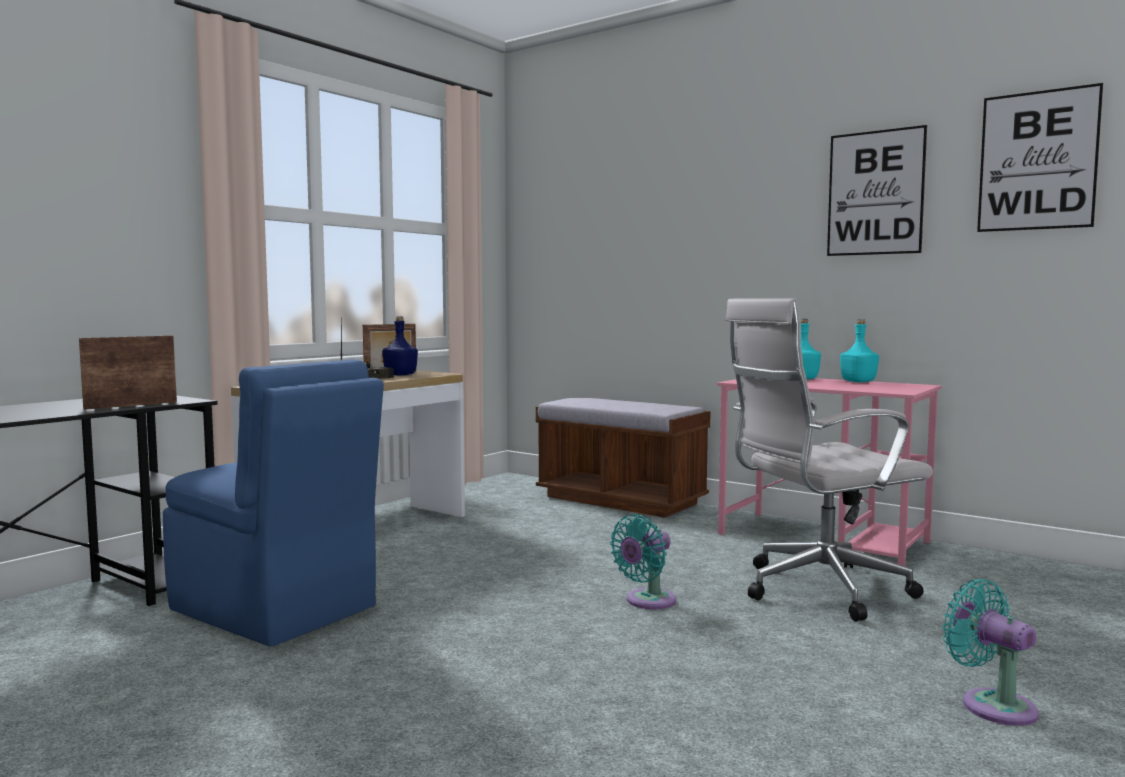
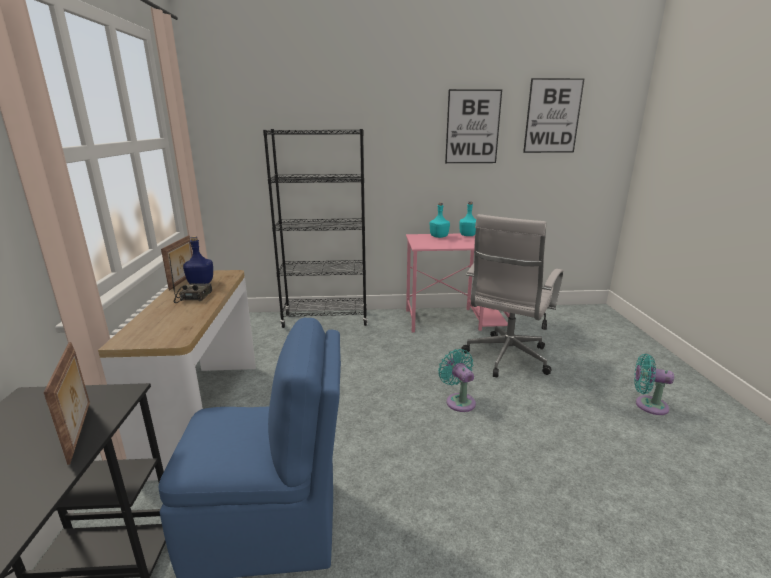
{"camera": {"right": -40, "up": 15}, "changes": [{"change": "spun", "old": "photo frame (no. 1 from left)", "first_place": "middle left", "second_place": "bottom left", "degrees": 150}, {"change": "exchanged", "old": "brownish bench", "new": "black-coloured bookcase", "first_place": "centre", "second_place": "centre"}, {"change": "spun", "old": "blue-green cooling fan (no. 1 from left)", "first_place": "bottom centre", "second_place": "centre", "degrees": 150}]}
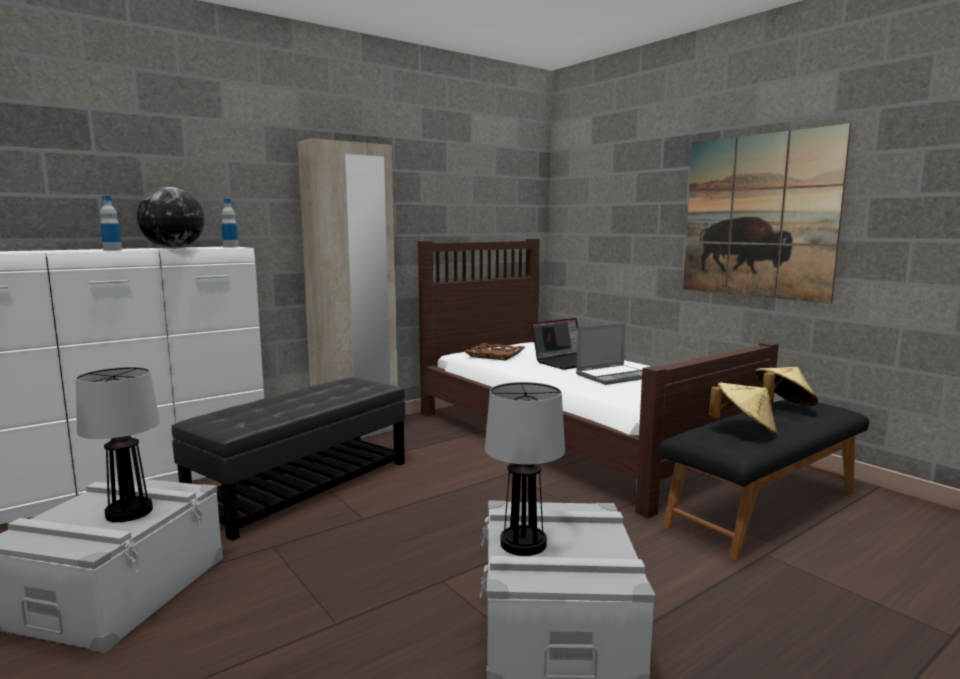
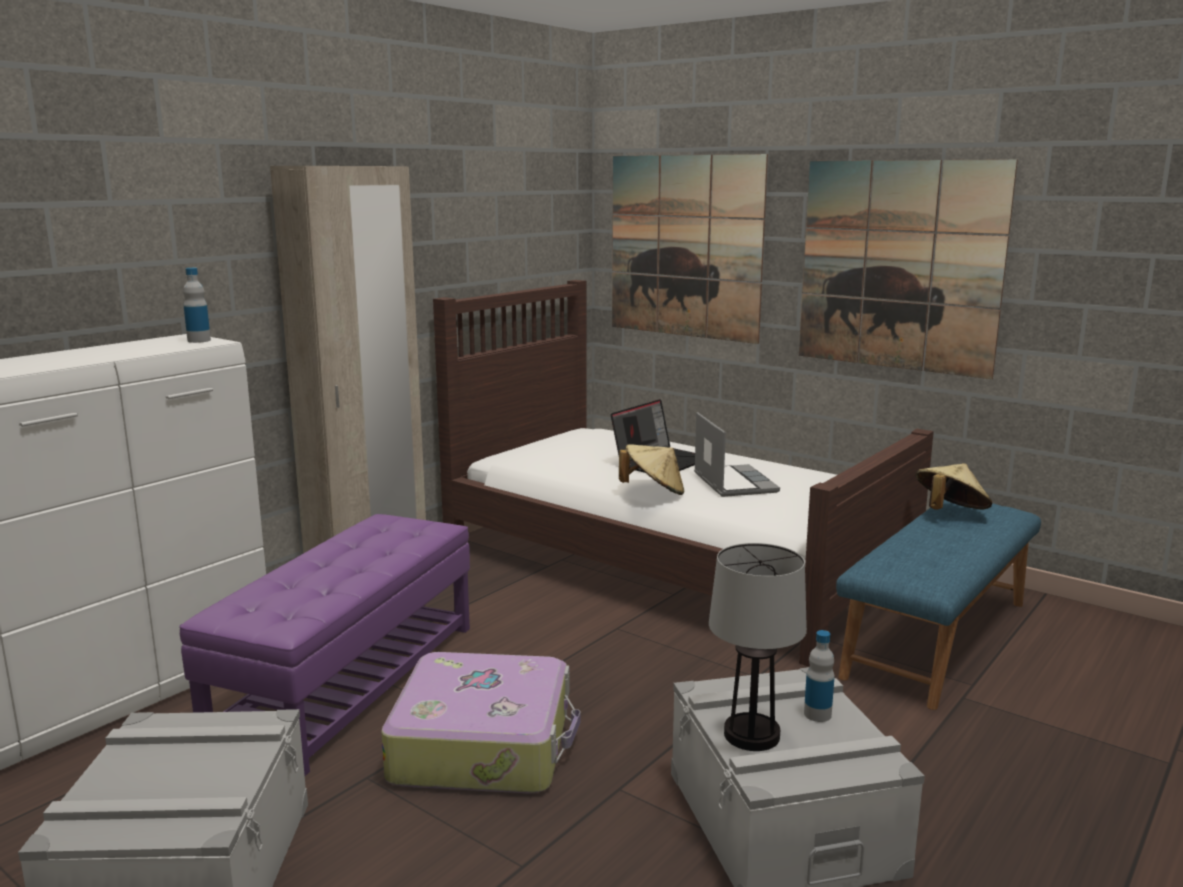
{"camera": {"right": -15, "up": 5}, "changes": [{"change": "missing", "old": "world globe", "first_place": "top left"}, {"change": "relocated", "old": "bottle (no. 1 from left in the first image)", "new": "bottle (no. 2 from left)", "first_place": "top left", "second_place": "bottom right"}, {"change": "spun", "old": "laptop (no. 2 from left)", "first_place": "centre", "second_place": "centre", "degrees": -60}, {"change": "missing", "old": "brownish serving tray", "first_place": "centre"}, {"change": "missing", "old": "tabletop lamp (no. 1 from left)", "first_place": "middle left"}, {"change": "colour", "old": "black-coloured footrest", "new": "purple-coloured footrest", "first_place": "bottom left", "second_place": "bottom left"}, {"change": "relocated", "old": "beige-coloured hat (no. 1 from left)", "first_place": "middle right", "second_place": "centre"}, {"change": "colour", "old": "black-coloured bench", "new": "blue-coloured bench", "first_place": "bottom right", "second_place": "bottom right"}, {"change": "appeared", "new": "wall picture (no. 1 from left)", "second_place": "top centre"}, {"change": "appeared", "new": "suitcase", "second_place": "bottom centre"}]}
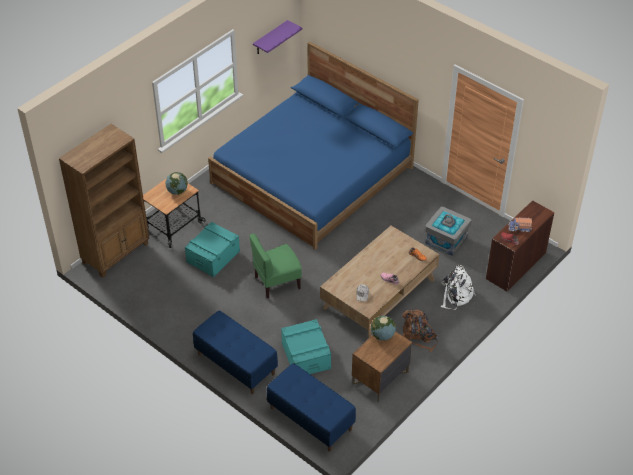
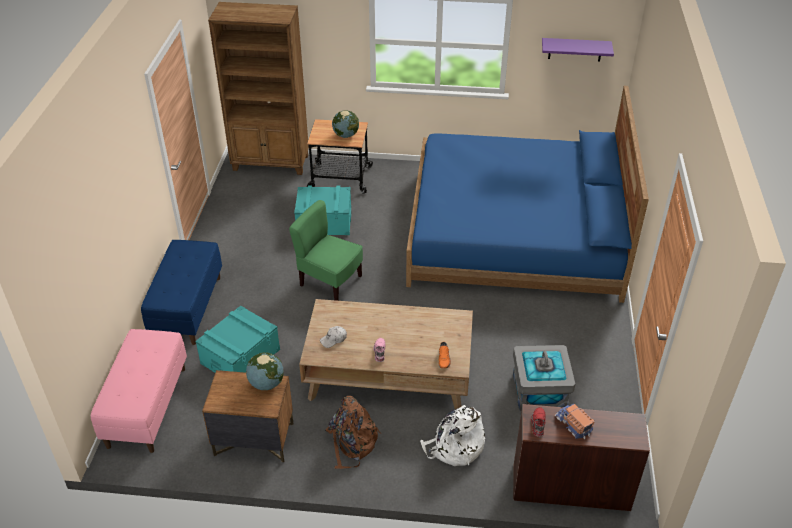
{"camera": {"right": 55, "up": -5}, "changes": [{"change": "colour", "old": "blue-coloured bench (no. 2 from left)", "new": "pinkish bench", "first_place": "bottom centre", "second_place": "bottom left"}]}
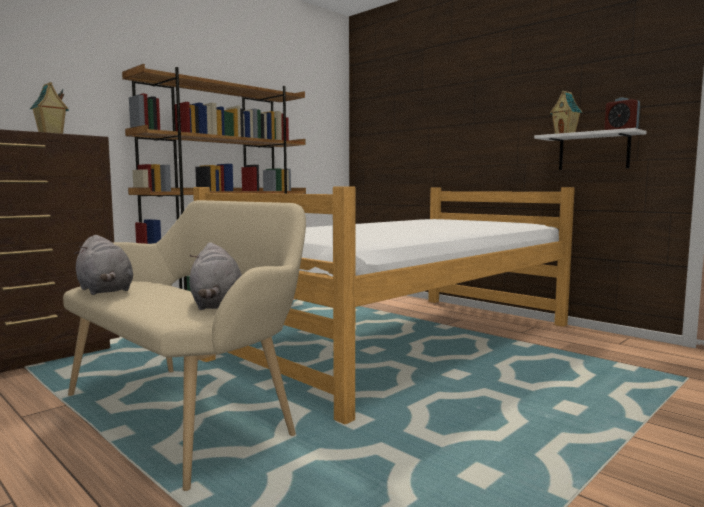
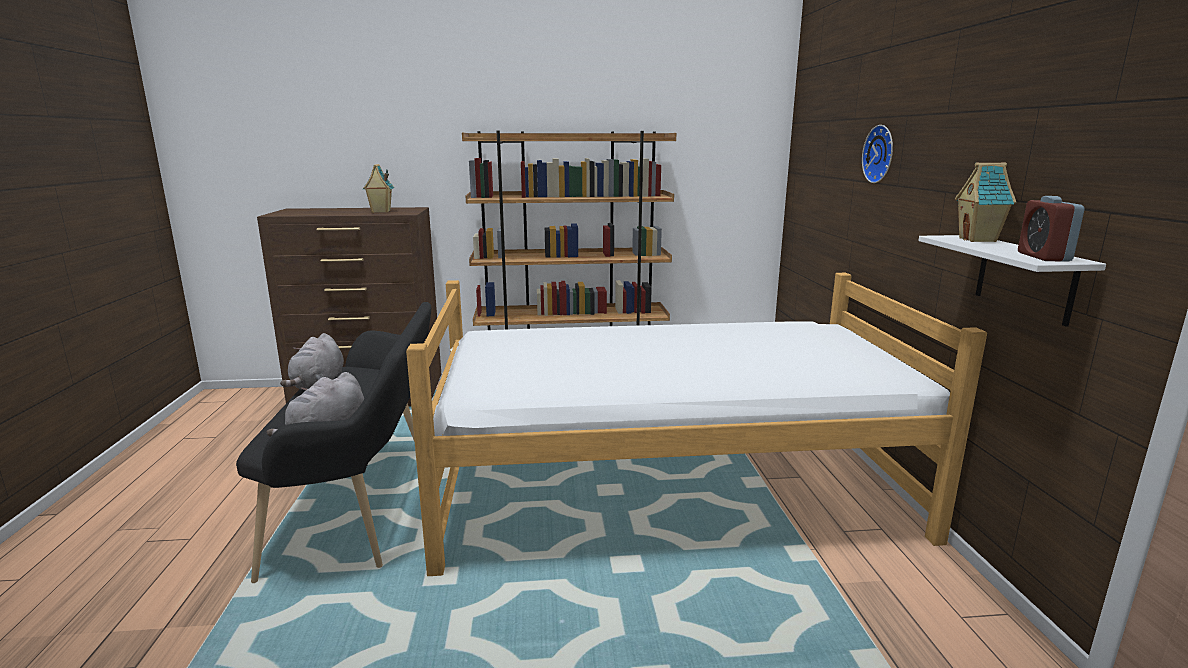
{"camera": {"right": 40, "up": 10}, "changes": [{"change": "colour", "old": "beige-coloured bench", "new": "black-coloured bench", "first_place": "bottom left", "second_place": "middle left"}, {"change": "appeared", "new": "clock on the wall", "second_place": "top right"}]}
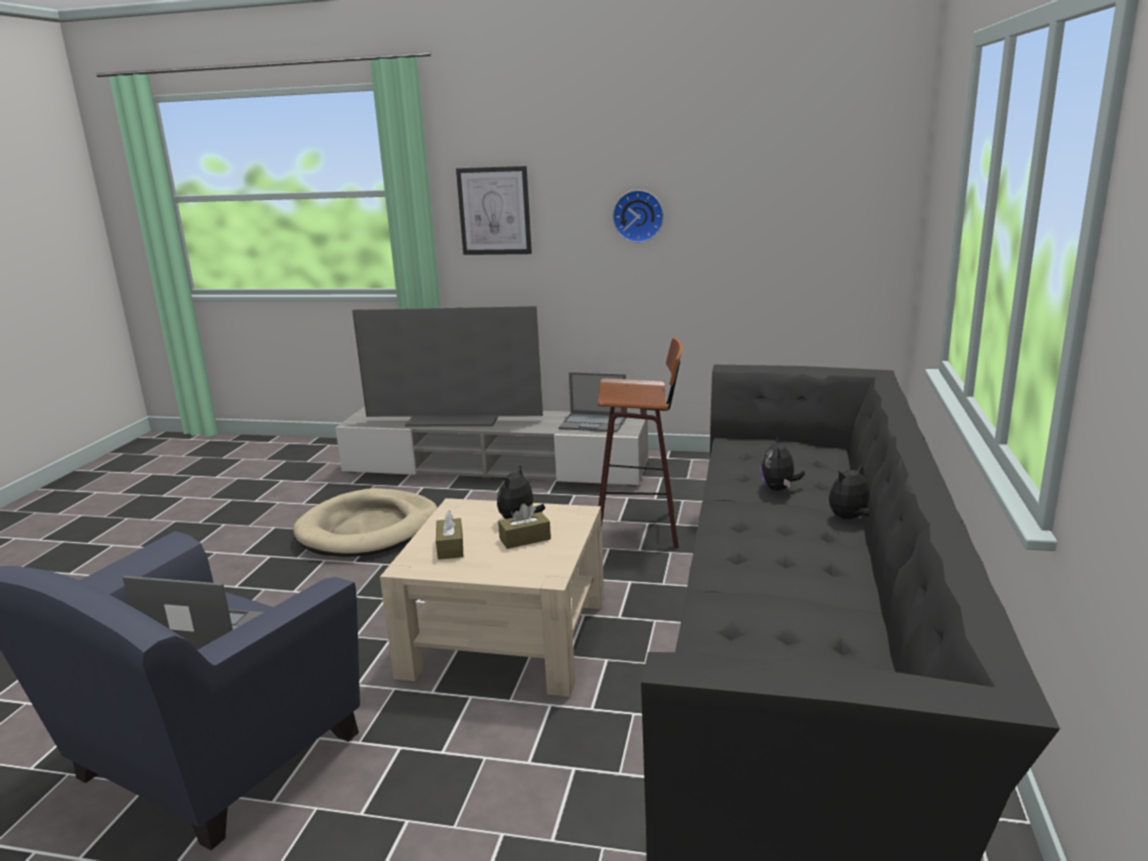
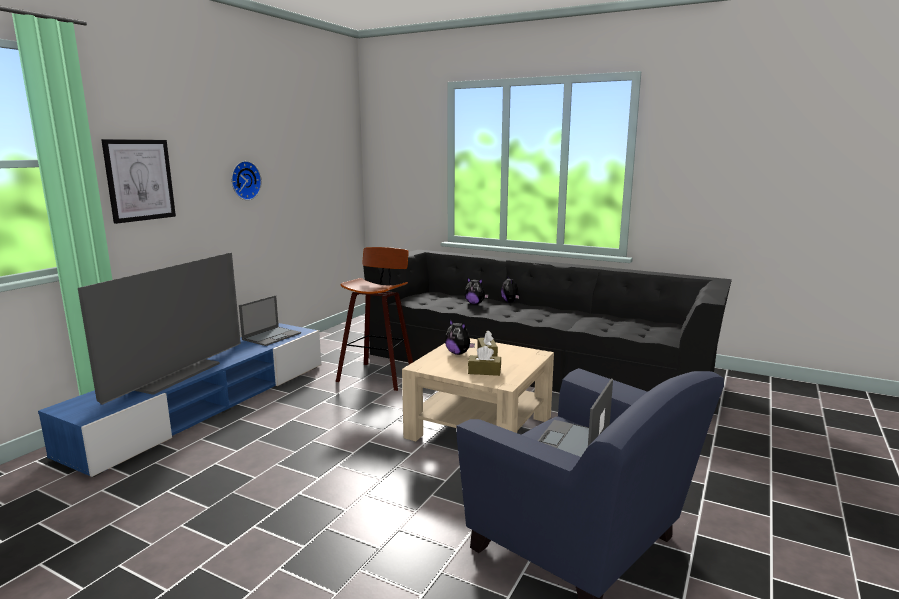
{"camera": {"right": -75, "up": -5}, "changes": [{"change": "colour", "old": "gray media console", "new": "blue-coloured media console", "first_place": "centre", "second_place": "bottom left"}, {"change": "missing", "old": "beige-coloured pet bed", "first_place": "middle left"}]}
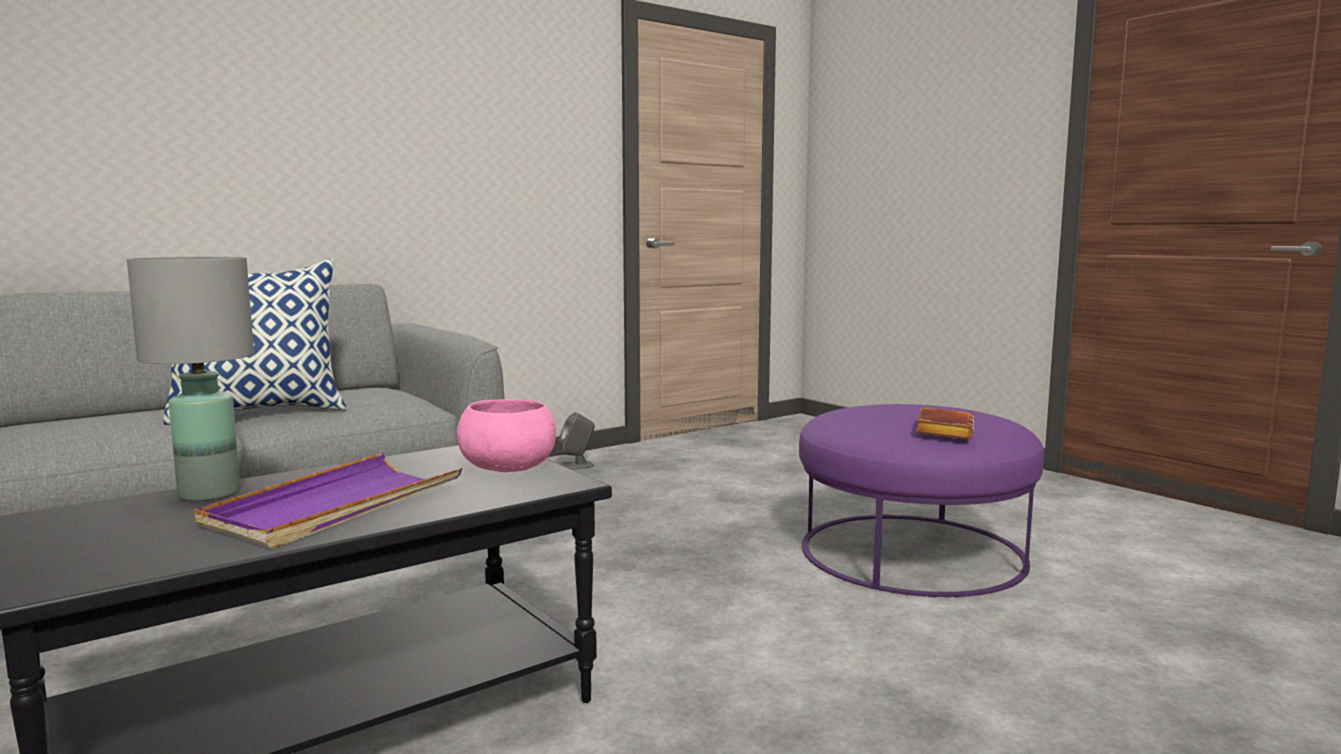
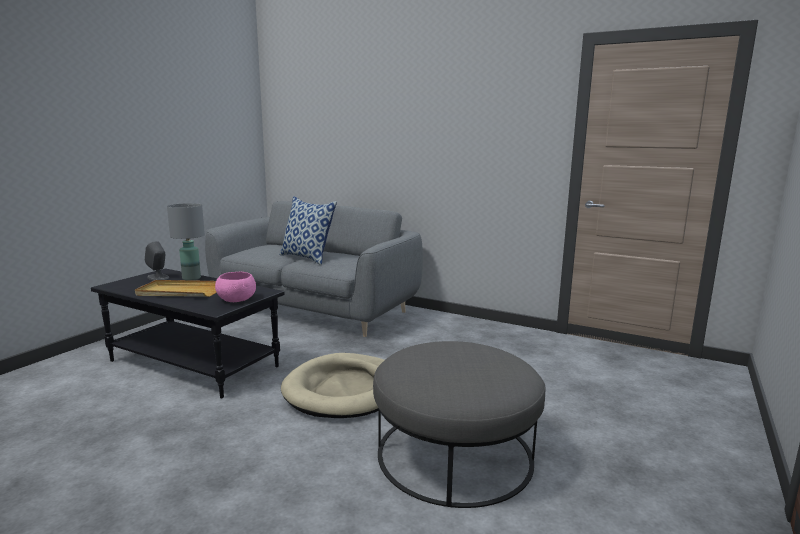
{"camera": {"right": 65, "up": 5}, "changes": [{"change": "colour", "old": "purple-coloured footrest", "new": "gray footrest", "first_place": "middle right", "second_place": "bottom centre"}, {"change": "missing", "old": "brownish volume", "first_place": "middle right"}, {"change": "relocated", "old": "gray speaker", "first_place": "centre", "second_place": "middle left"}, {"change": "colour", "old": "purple-coloured serving tray", "new": "beige-coloured serving tray", "first_place": "middle left", "second_place": "middle left"}, {"change": "appeared", "new": "beige-coloured pet bed", "second_place": "bottom centre"}]}
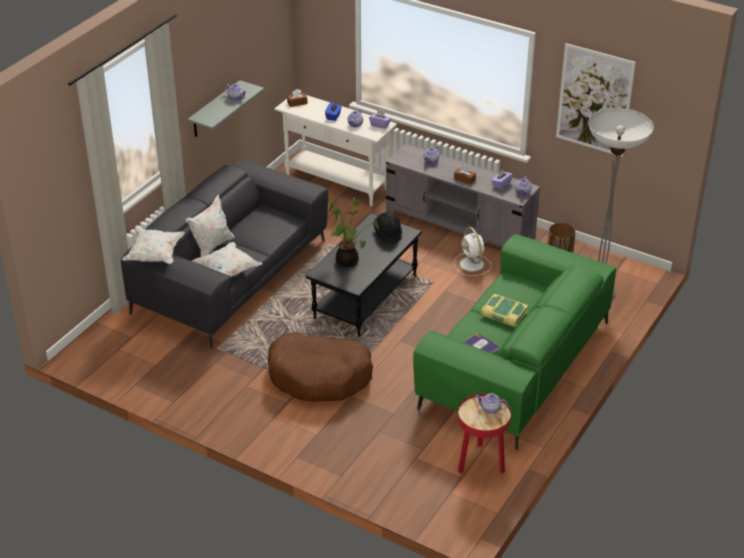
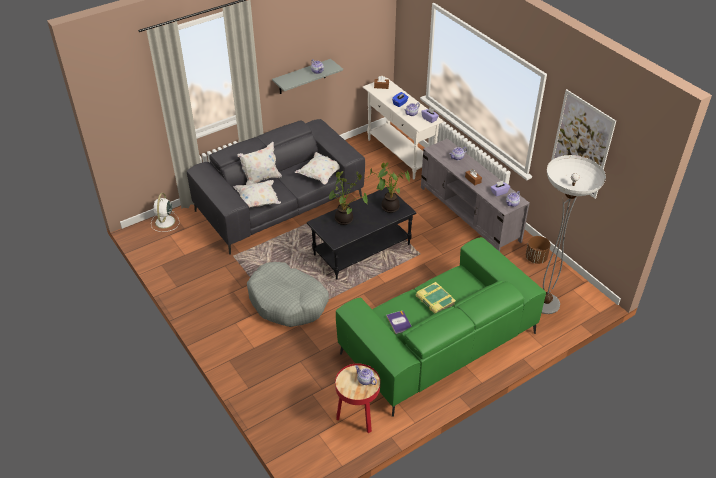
{"camera": {"right": 25, "up": 5}, "changes": [{"change": "exchanged", "old": "black-coloured hat", "new": "houseplant (no. 2 from left)", "first_place": "centre", "second_place": "centre"}, {"change": "relocated", "old": "white cooling fan", "first_place": "centre", "second_place": "middle left"}, {"change": "relocated", "old": "white cushion (no. 1 from left in the first image)", "new": "white cushion (no. 3 from left)", "first_place": "middle left", "second_place": "centre"}, {"change": "colour", "old": "brownish pet bed", "new": "gray pet bed", "first_place": "centre", "second_place": "centre"}]}
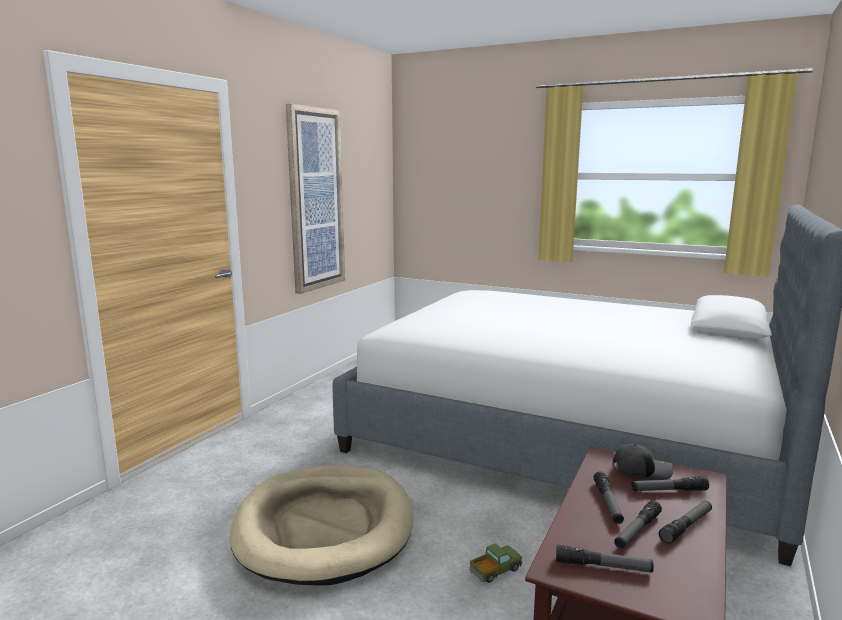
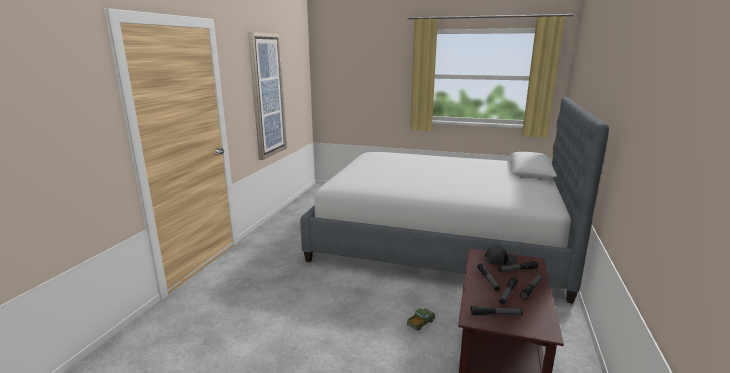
{"camera": {"right": -10, "up": 5}, "changes": [{"change": "missing", "old": "beige-coloured pet bed", "first_place": "bottom centre"}]}
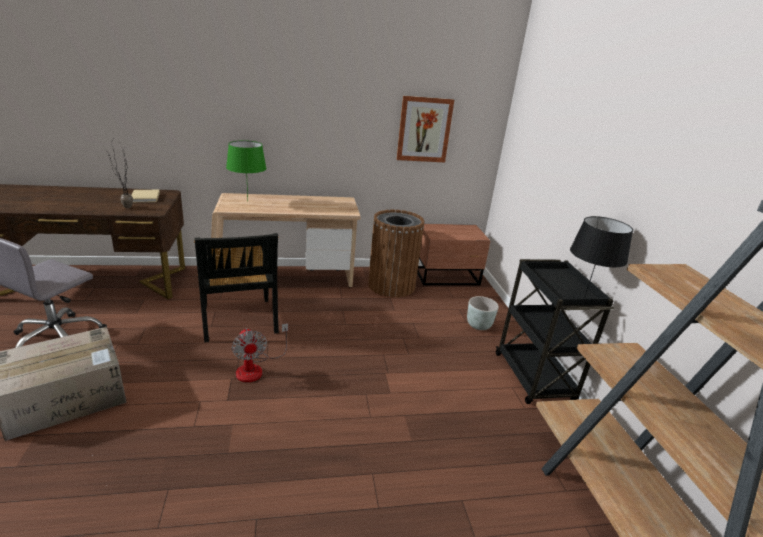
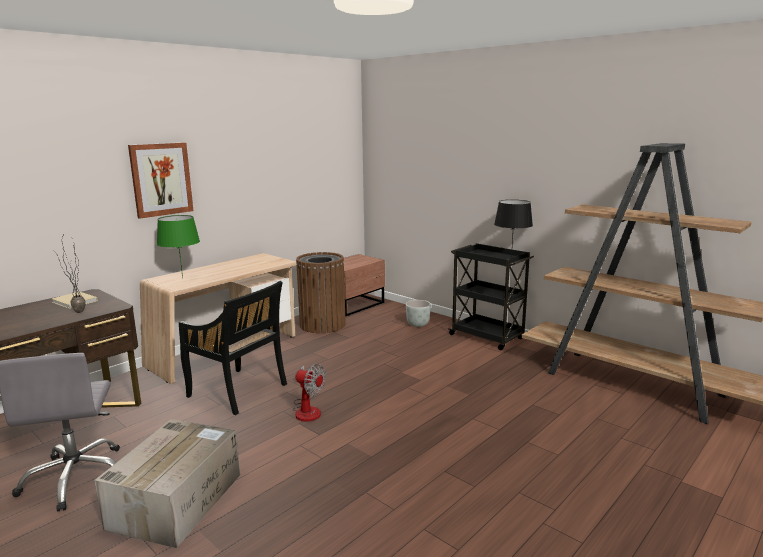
{"camera": {"right": -35, "up": -10}, "changes": [{"change": "relocated", "old": "wall picture", "first_place": "top centre", "second_place": "top left"}]}
